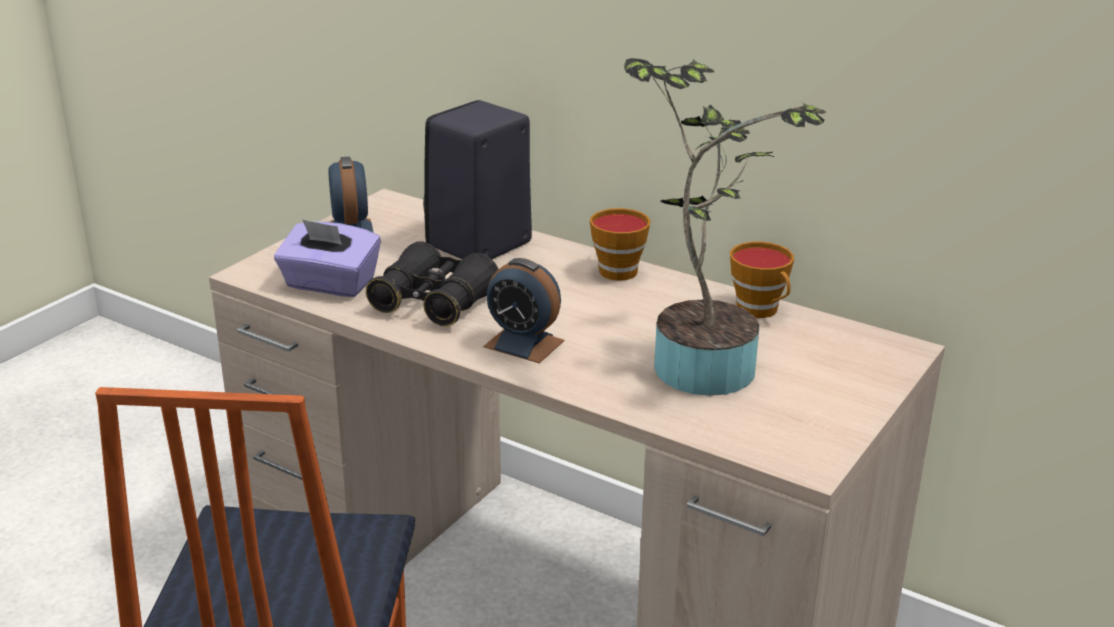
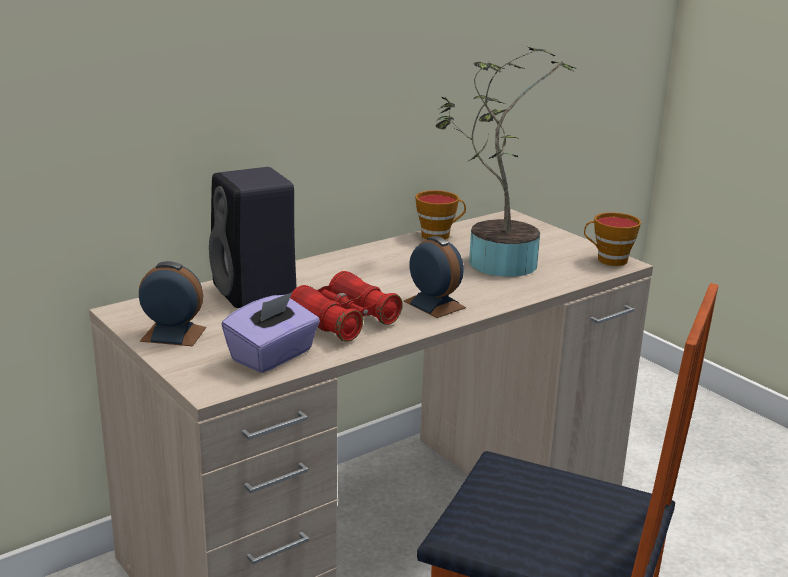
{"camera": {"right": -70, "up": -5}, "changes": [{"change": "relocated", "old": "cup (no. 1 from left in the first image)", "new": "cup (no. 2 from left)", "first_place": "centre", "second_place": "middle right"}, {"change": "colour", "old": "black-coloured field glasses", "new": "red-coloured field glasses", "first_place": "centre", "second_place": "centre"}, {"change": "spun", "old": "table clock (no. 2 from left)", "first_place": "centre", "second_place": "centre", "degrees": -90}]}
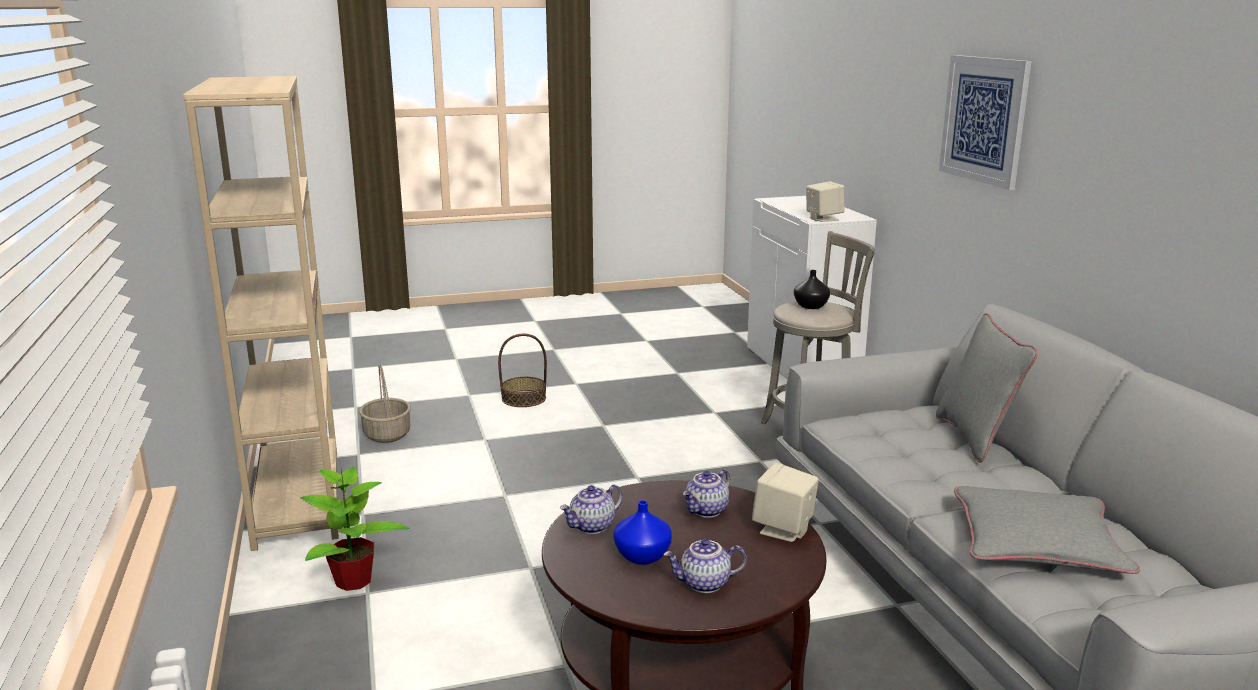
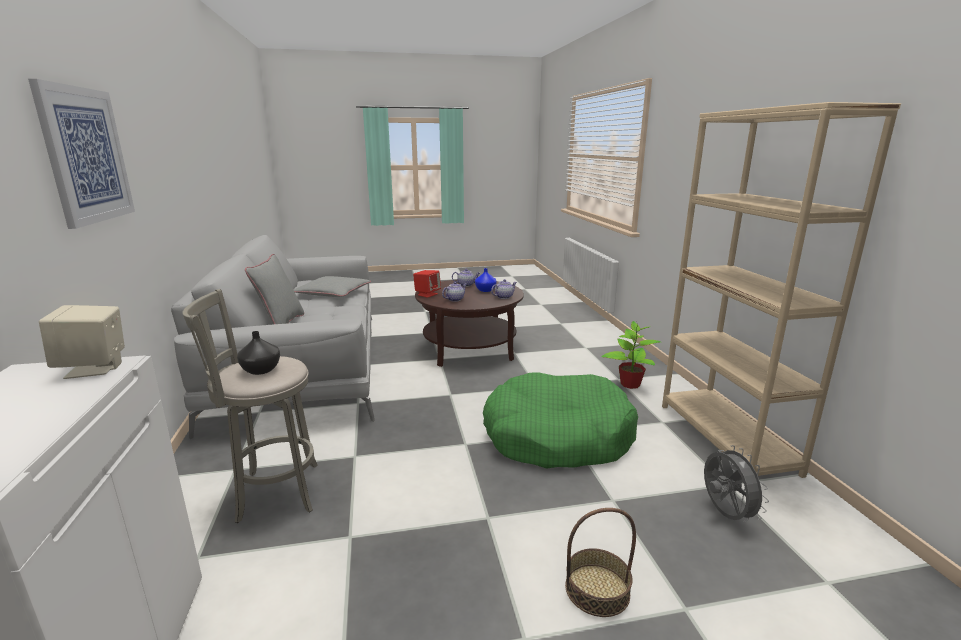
{"camera": {"right": -175, "up": 0}, "changes": [{"change": "exchanged", "old": "storage basket (no. 1 from left)", "new": "gray cooling fan", "first_place": "middle left", "second_place": "bottom right"}, {"change": "colour", "old": "beige-coloured speaker (no. 1 from left)", "new": "red-coloured speaker", "first_place": "bottom centre", "second_place": "centre"}, {"change": "appeared", "new": "greenish pet bed", "second_place": "centre"}]}
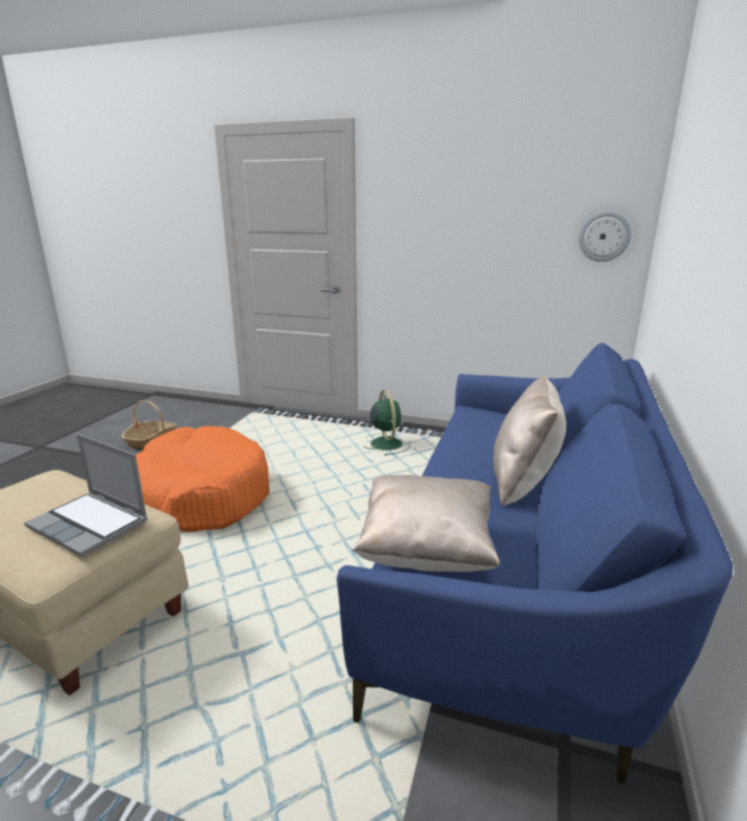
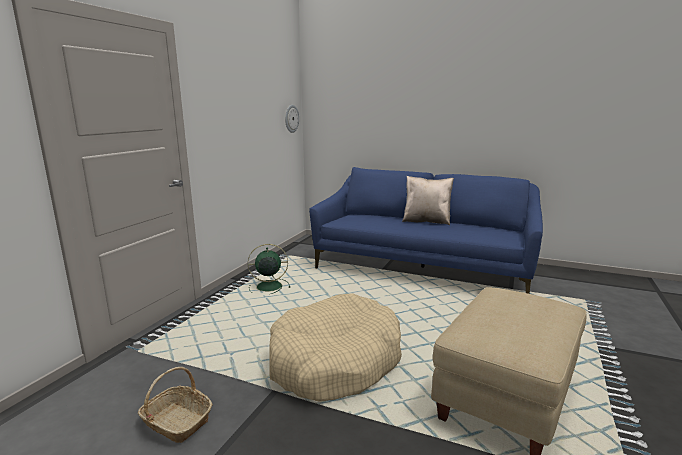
{"camera": {"right": -85, "up": -5}, "changes": [{"change": "colour", "old": "orange-coloured pet bed", "new": "beige-coloured pet bed", "first_place": "middle left", "second_place": "bottom centre"}, {"change": "missing", "old": "laptop", "first_place": "middle left"}, {"change": "missing", "old": "beige-coloured cushion (no. 1 from left)", "first_place": "centre"}]}
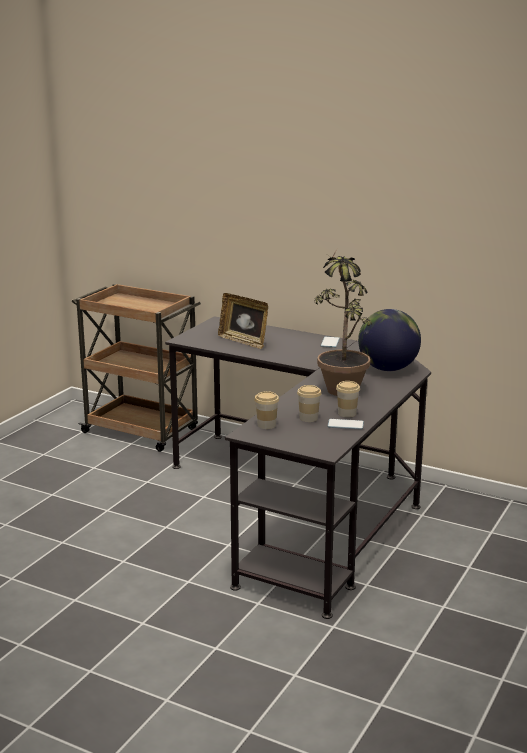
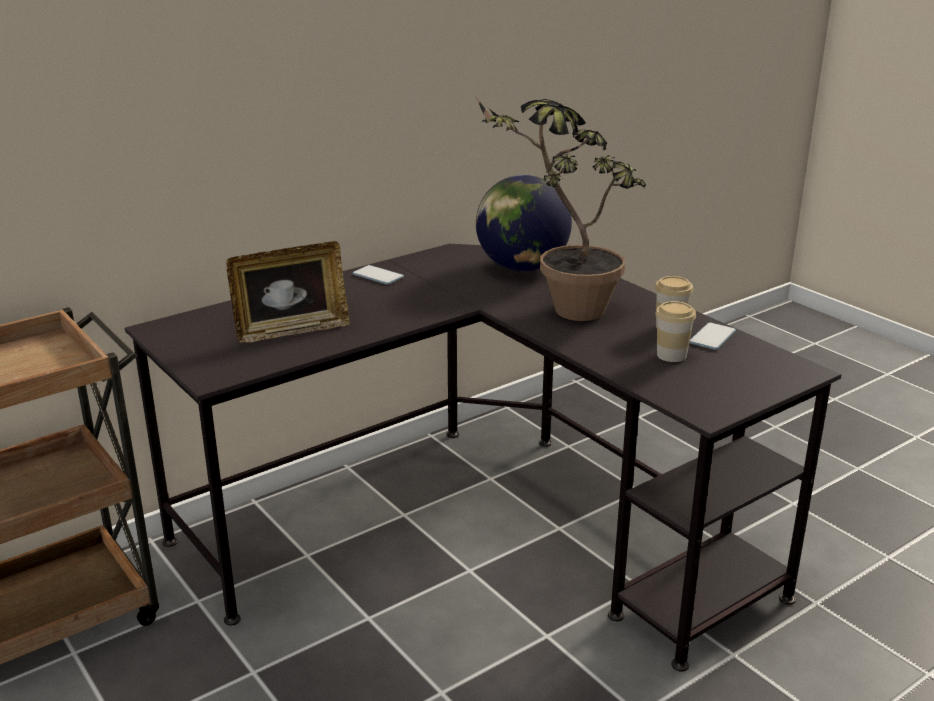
{"camera": {"right": -65, "up": 5}, "changes": [{"change": "missing", "old": "cup (no. 1 from left)", "first_place": "centre"}]}
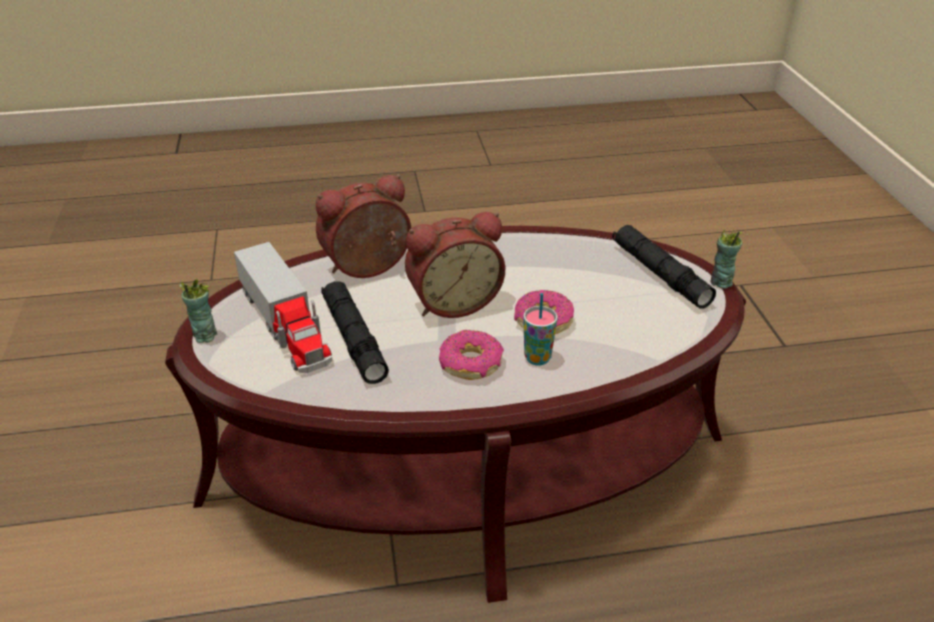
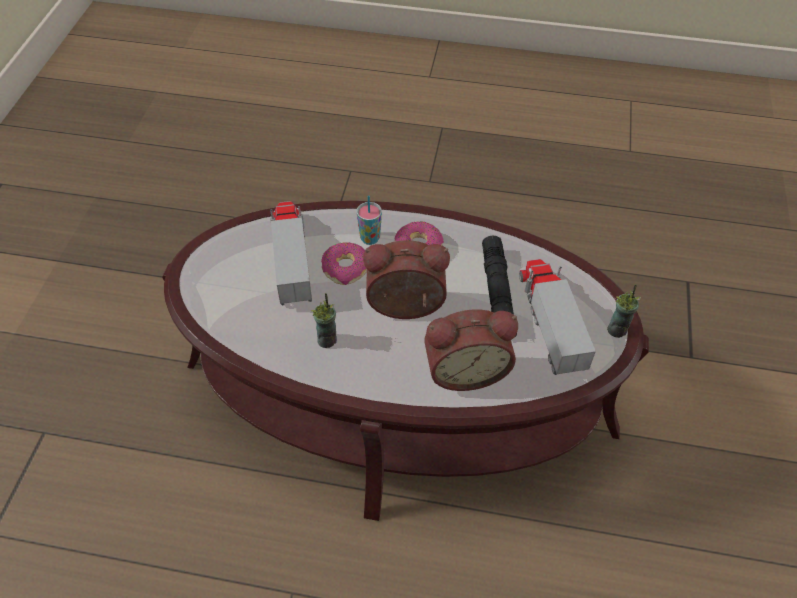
{"camera": {"right": -160, "up": 15}, "changes": [{"change": "missing", "old": "black-coloured flashlight (no. 2 from left)", "first_place": "middle right"}, {"change": "relocated", "old": "cup (no. 3 from left in the first image)", "new": "cup (no. 1 from left)", "first_place": "middle right", "second_place": "centre"}, {"change": "appeared", "new": "toy lorry (no. 1 from left)", "second_place": "centre"}]}
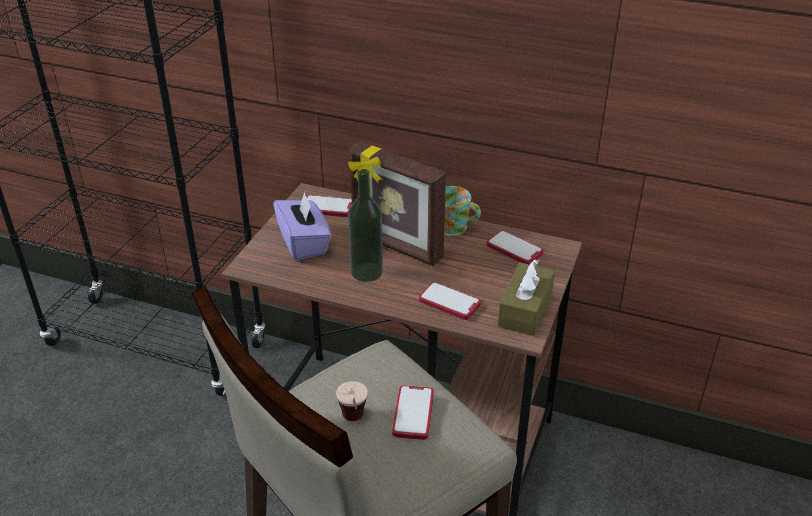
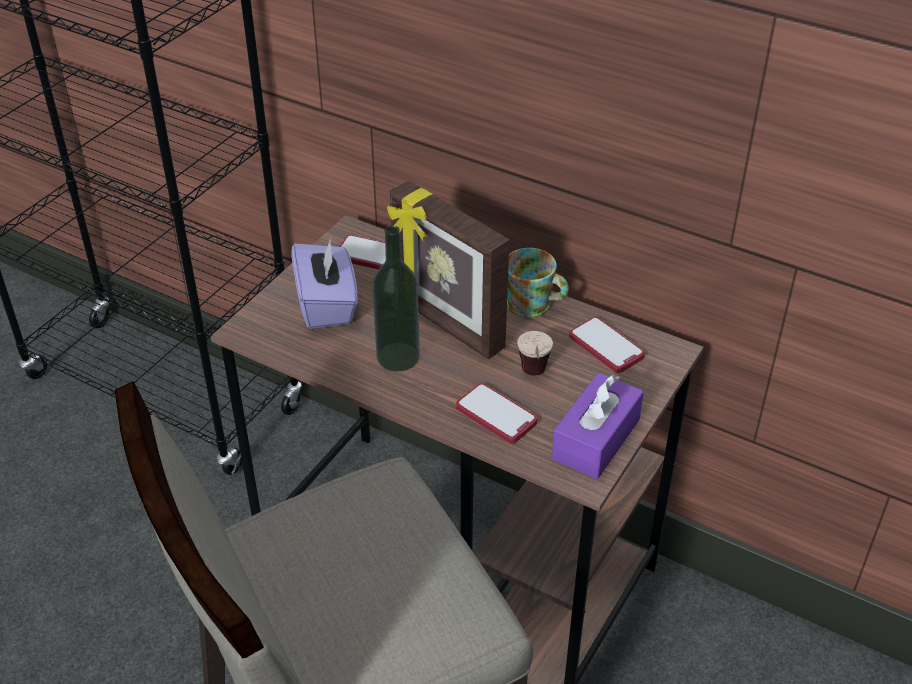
{"camera": {"right": 10, "up": 5}, "changes": [{"change": "colour", "old": "brownish tissue box", "new": "purple-coloured tissue box (no. 2 from left)", "first_place": "centre", "second_place": "centre"}, {"change": "relocated", "old": "cup", "first_place": "bottom centre", "second_place": "centre"}, {"change": "missing", "old": "telephone (no. 2 from left)", "first_place": "bottom centre"}]}
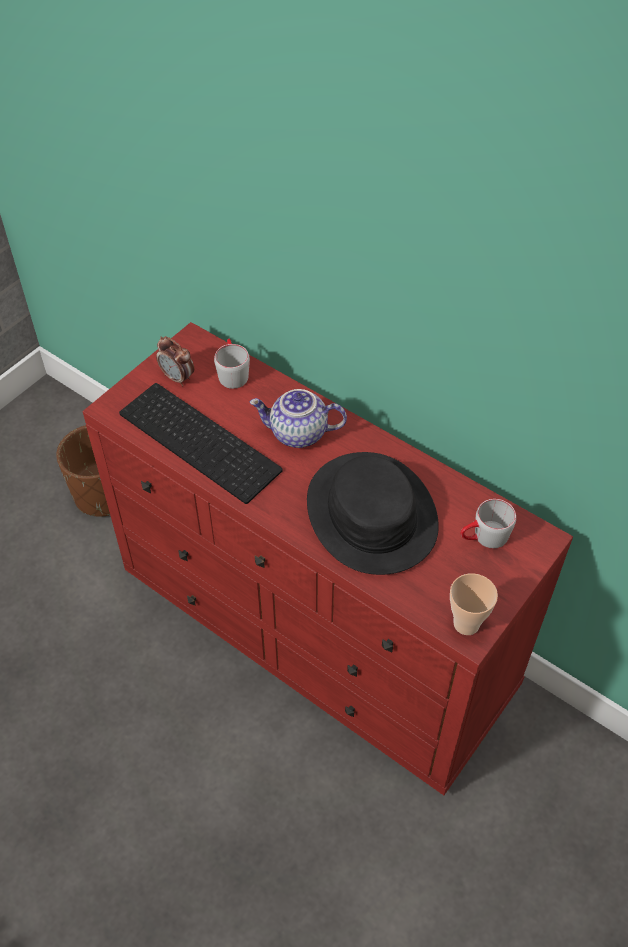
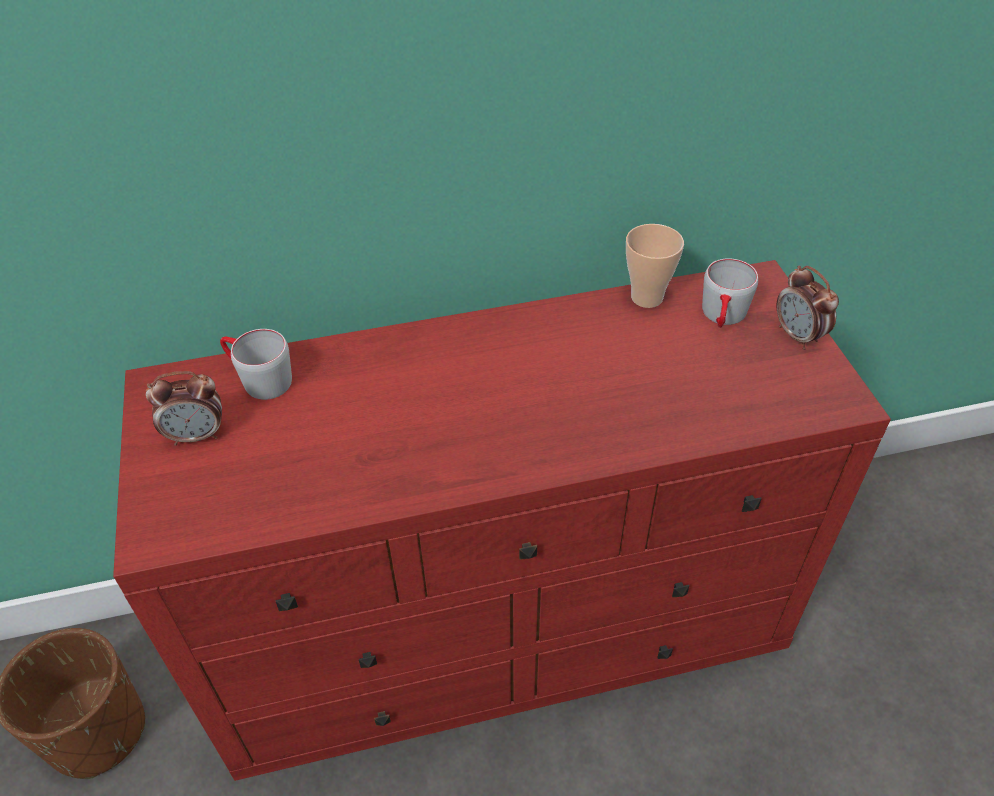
{"camera": {"right": -50, "up": -5}, "changes": [{"change": "missing", "old": "computer keyboard", "first_place": "middle left"}, {"change": "missing", "old": "teapot", "first_place": "centre"}, {"change": "missing", "old": "black-coloured hat", "first_place": "centre"}, {"change": "relocated", "old": "cup", "first_place": "middle right", "second_place": "centre"}, {"change": "appeared", "new": "table clock (no. 2 from left)", "second_place": "middle right"}]}
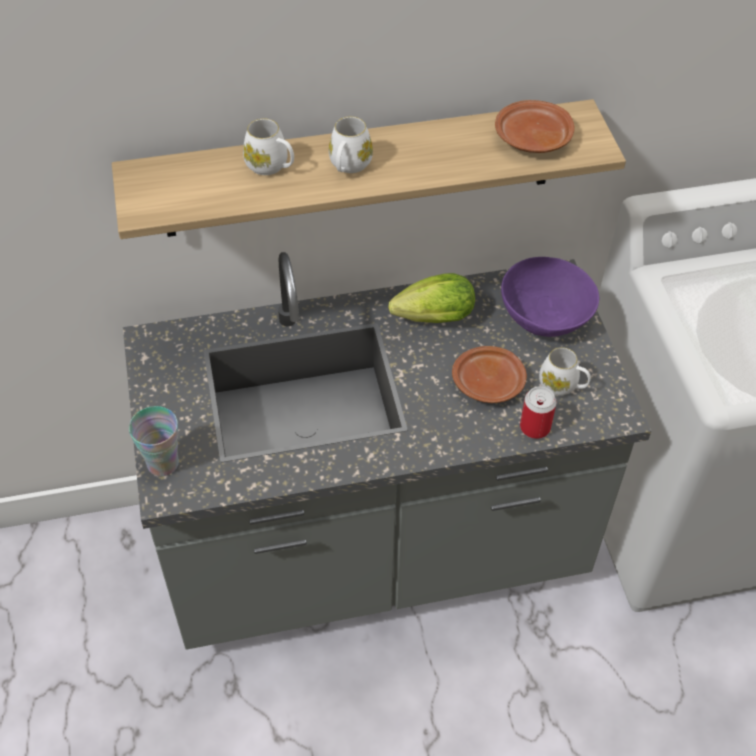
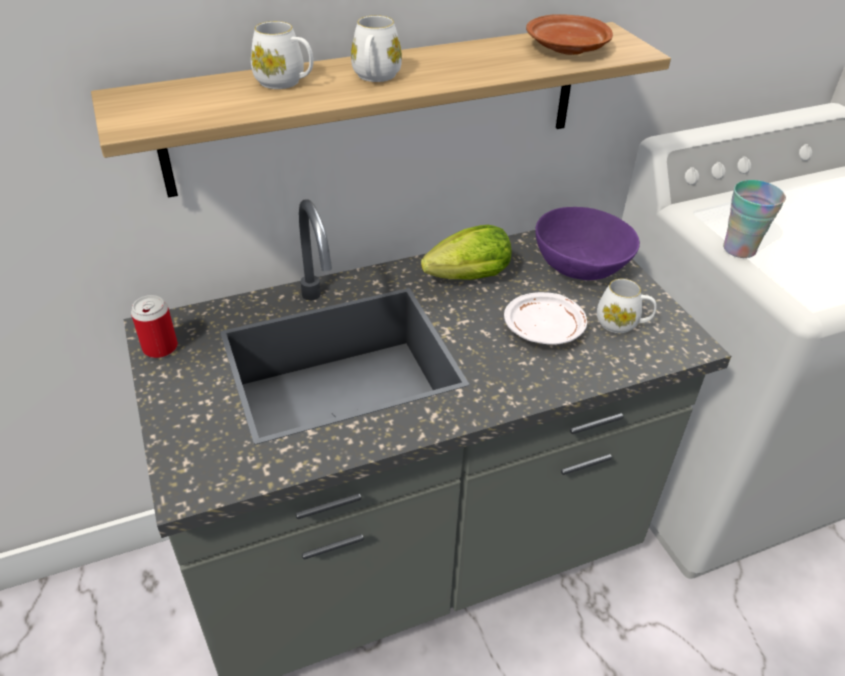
{"camera": {"right": -10, "up": -10}, "changes": [{"change": "colour", "old": "brownish dinner plate (no. 1 from left)", "new": "white dinner plate", "first_place": "centre", "second_place": "centre"}, {"change": "relocated", "old": "metal can", "first_place": "middle right", "second_place": "middle left"}, {"change": "relocated", "old": "cup", "first_place": "middle left", "second_place": "top right"}]}
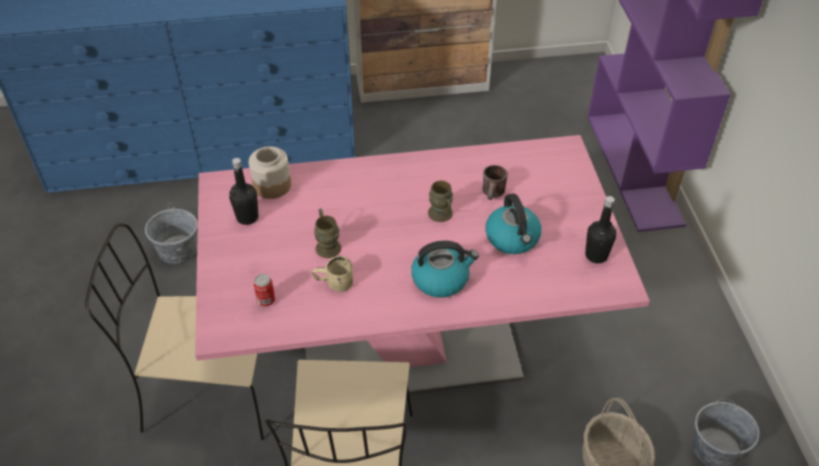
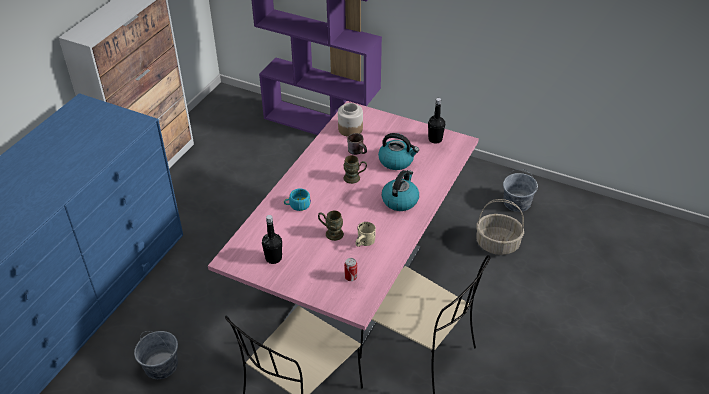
{"camera": {"right": -55, "up": -5}, "changes": [{"change": "relocated", "old": "jar", "first_place": "middle left", "second_place": "top centre"}, {"change": "appeared", "new": "blue-green cup", "second_place": "centre"}]}
